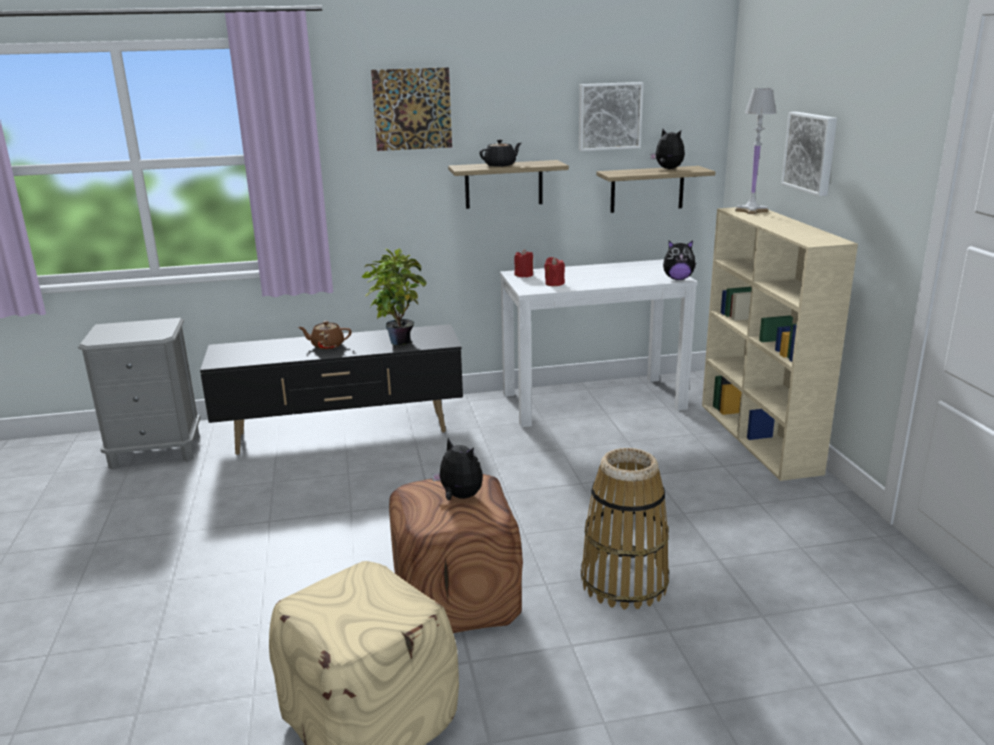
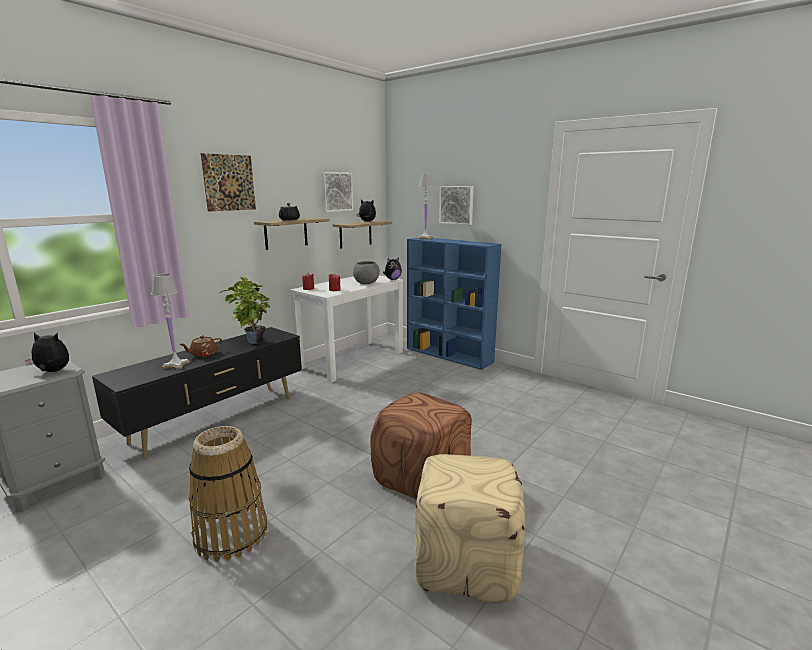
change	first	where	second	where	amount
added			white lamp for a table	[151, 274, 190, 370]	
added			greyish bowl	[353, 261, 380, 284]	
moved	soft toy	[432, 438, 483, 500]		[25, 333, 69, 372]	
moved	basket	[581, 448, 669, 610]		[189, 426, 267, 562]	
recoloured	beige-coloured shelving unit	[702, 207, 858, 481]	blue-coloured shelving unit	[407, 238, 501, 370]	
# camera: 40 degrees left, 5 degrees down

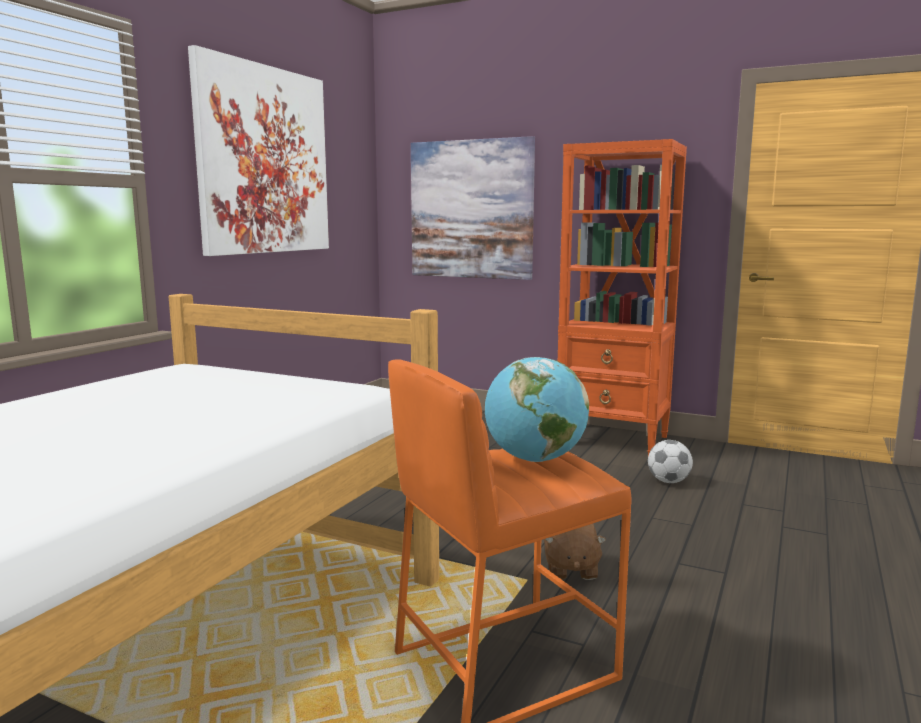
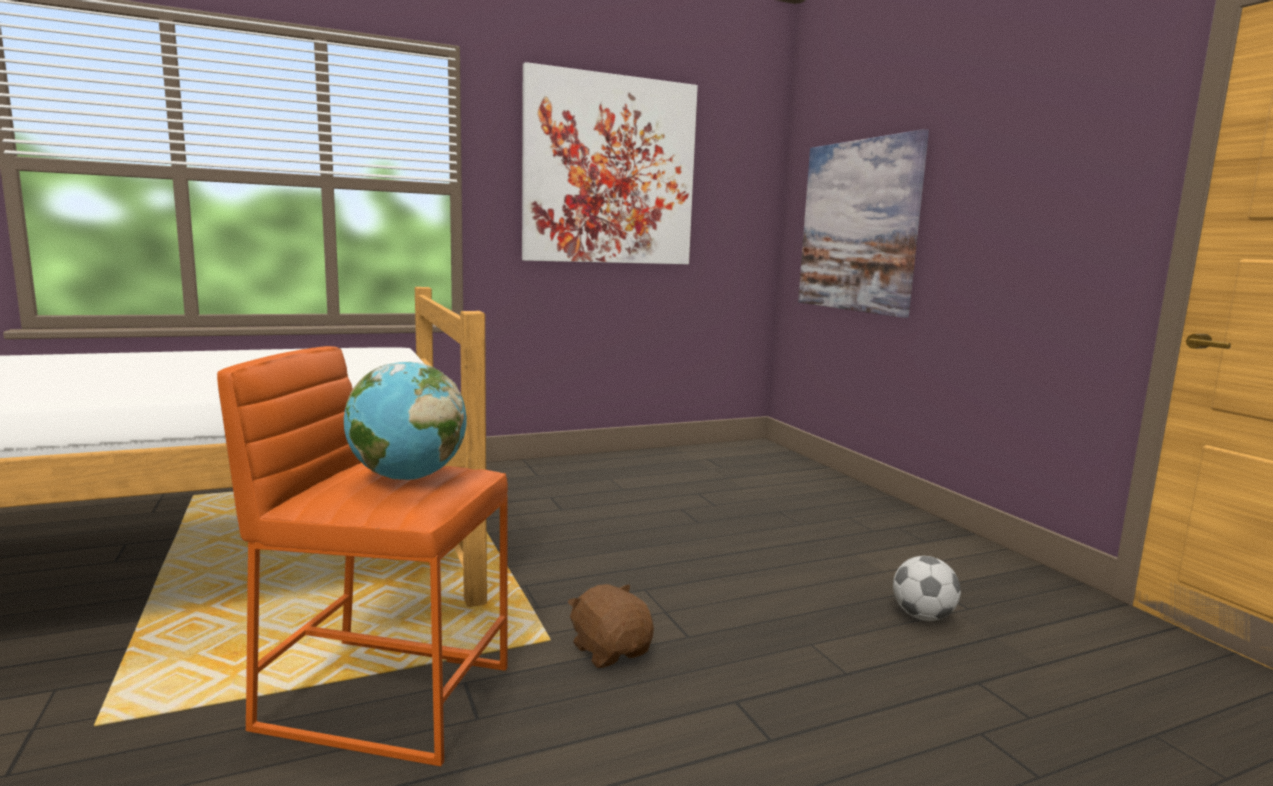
change	first	where	second	where	amount
removed	orangey shelving unit	[558, 139, 687, 456]			
turned	brownish soft toy	[544, 524, 606, 580]		[568, 584, 654, 668]	105 degrees clockwise
# camera: 40 degrees right, 0 degrees up

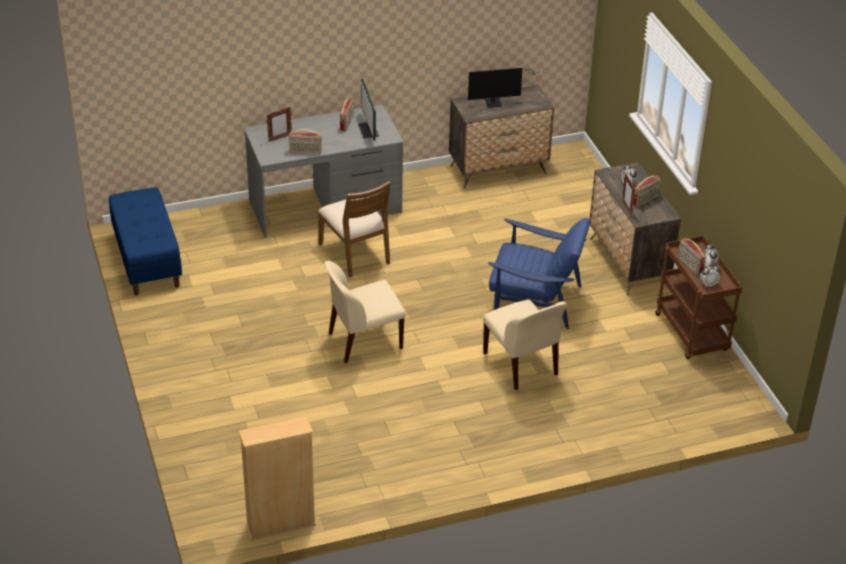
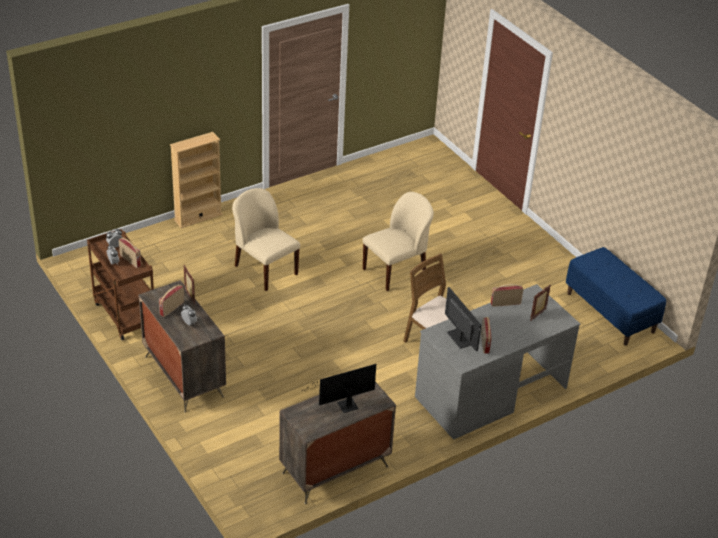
change	first	where	second	where	amount
removed	blue-coloured easy chair	[488, 218, 590, 329]			
moved	beige-coloured shelving unit	[239, 416, 316, 540]		[170, 132, 223, 228]	
# camera: 165 degrees right, 0 degrees up

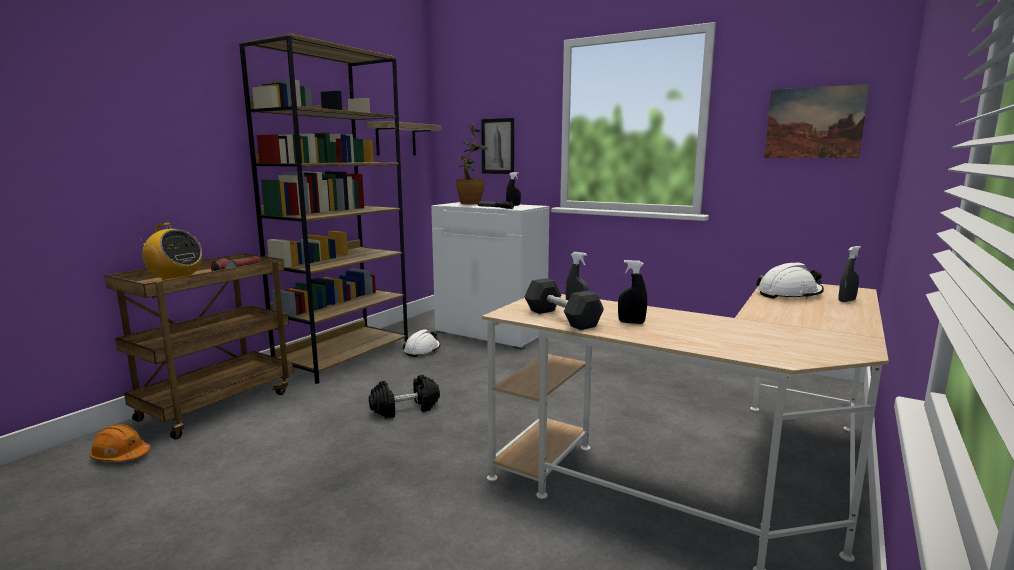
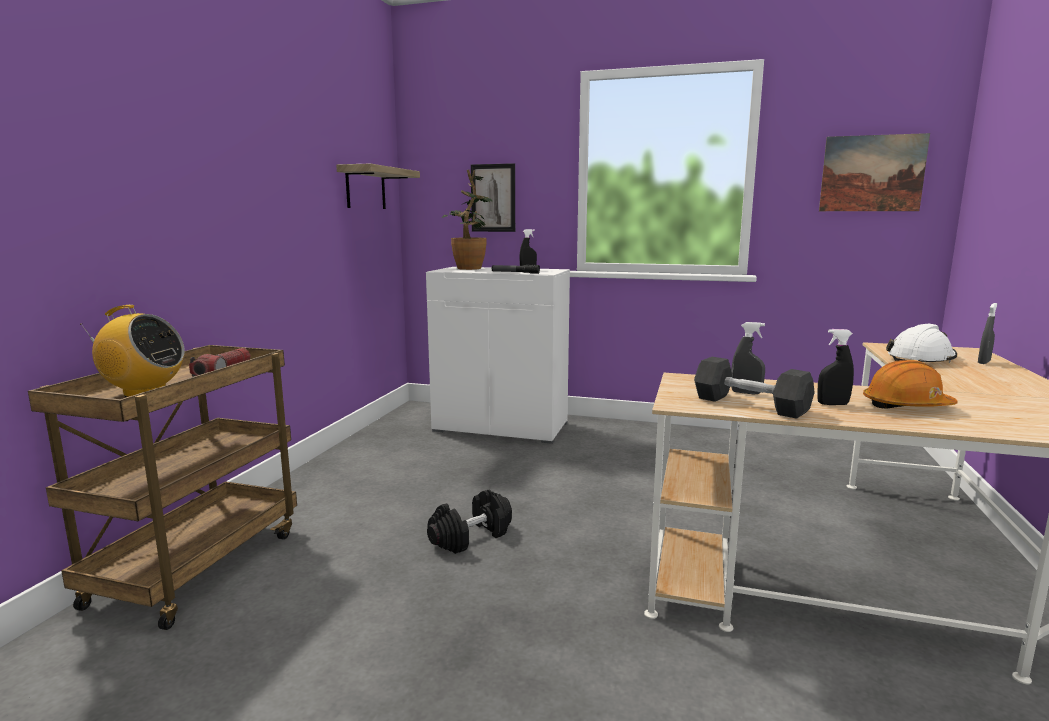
change	first	where	second	where	amount
removed	brownish shelving unit	[239, 34, 408, 384]			
removed	white work helmet	[403, 329, 441, 357]			
moved	orangey work helmet	[89, 424, 151, 462]		[863, 360, 958, 409]	
# camera: 15 degrees left, 0 degrees up

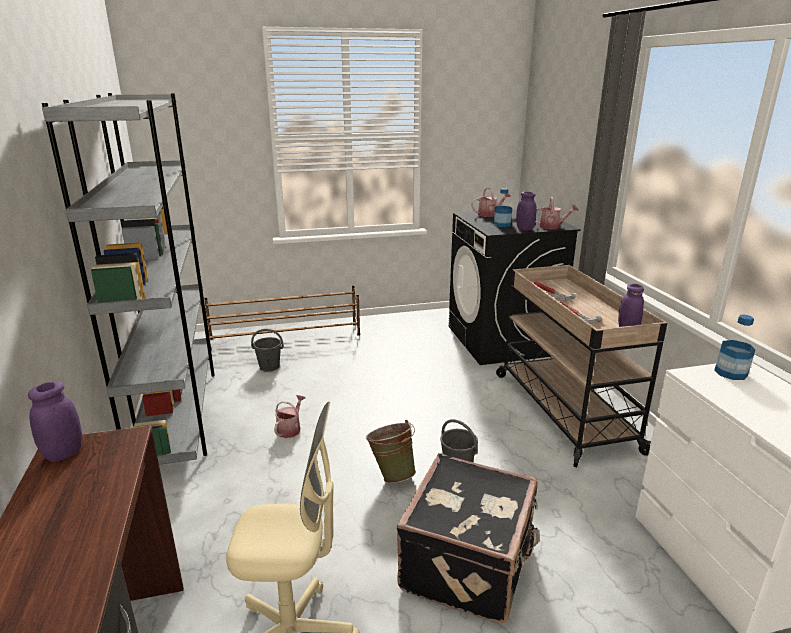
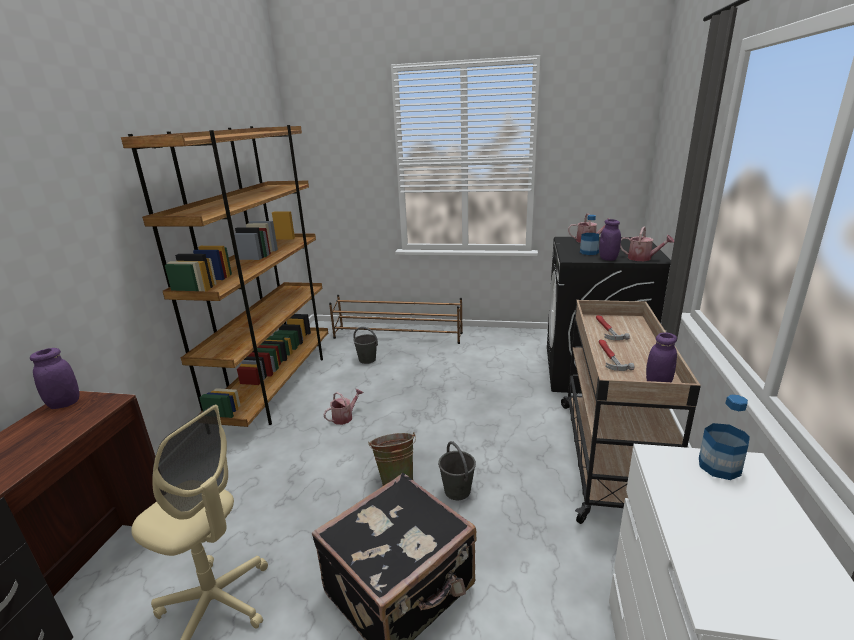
change	first	where	second	where	amount
recoloured	greyish shelving unit	[42, 93, 215, 465]	brownish shelving unit	[121, 125, 328, 427]	
# camera: 25 degrees right, 0 degrees up

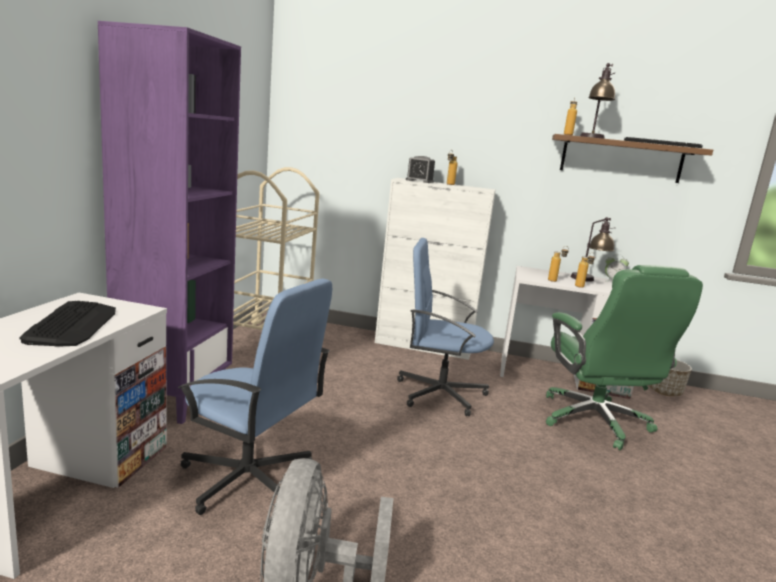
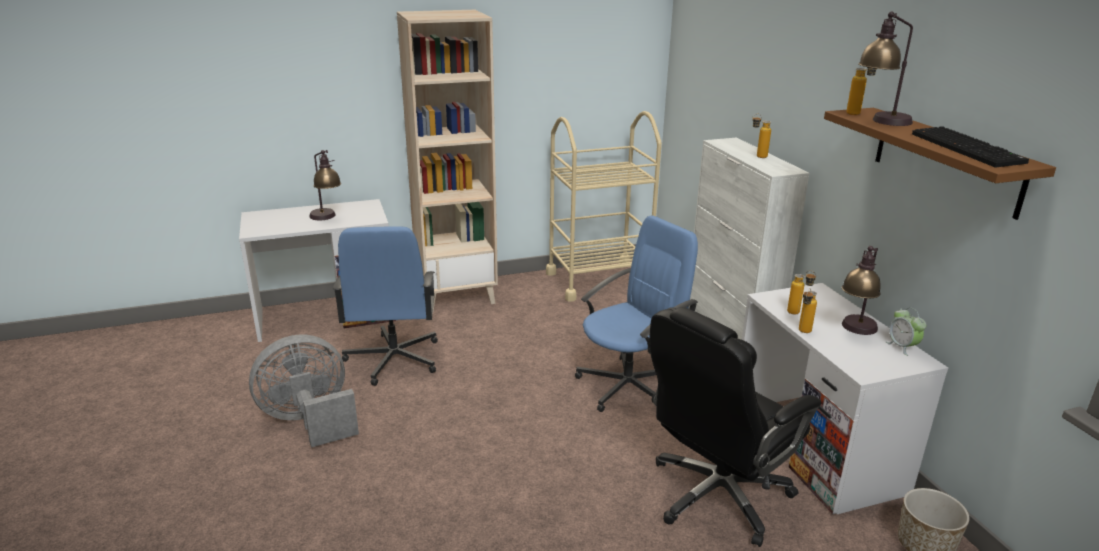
change	first	where	second	where	amount
removed	alarm clock	[406, 156, 435, 183]			
replaced	keyboard	[19, 301, 116, 347]	lamp for a table	[309, 150, 341, 220]	
recoloured	purplish shelving unit	[98, 21, 241, 424]	beige-coloured shelving unit	[397, 10, 498, 311]	
recoloured	green computer chair	[546, 265, 703, 450]	black computer chair	[649, 307, 821, 547]	
turned	blue-coloured computer chair	[397, 238, 494, 416]		[575, 216, 698, 412]	75 degrees clockwise
# camera: 60 degrees right, 10 degrees up

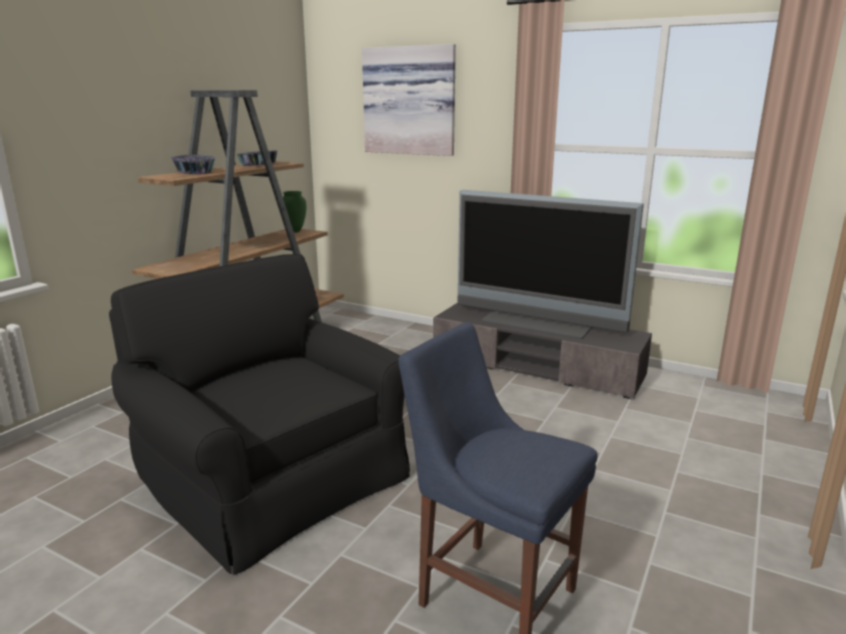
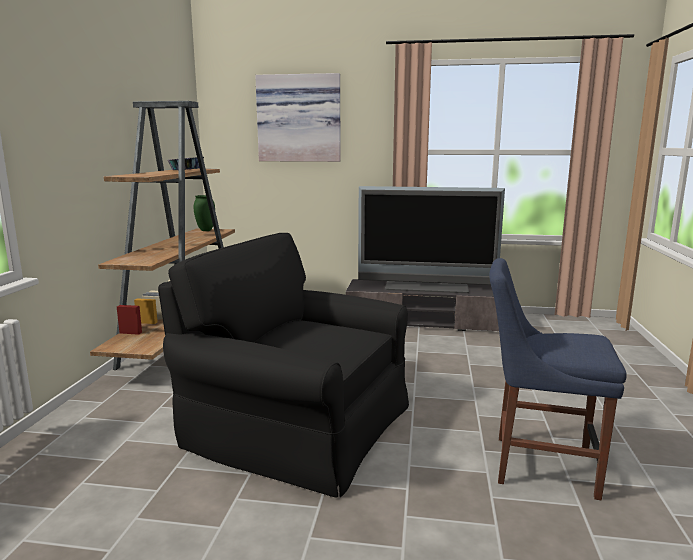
change	first	where	second	where	amount
removed	bowl	[171, 155, 215, 174]			
# camera: 20 degrees left, 5 degrees down

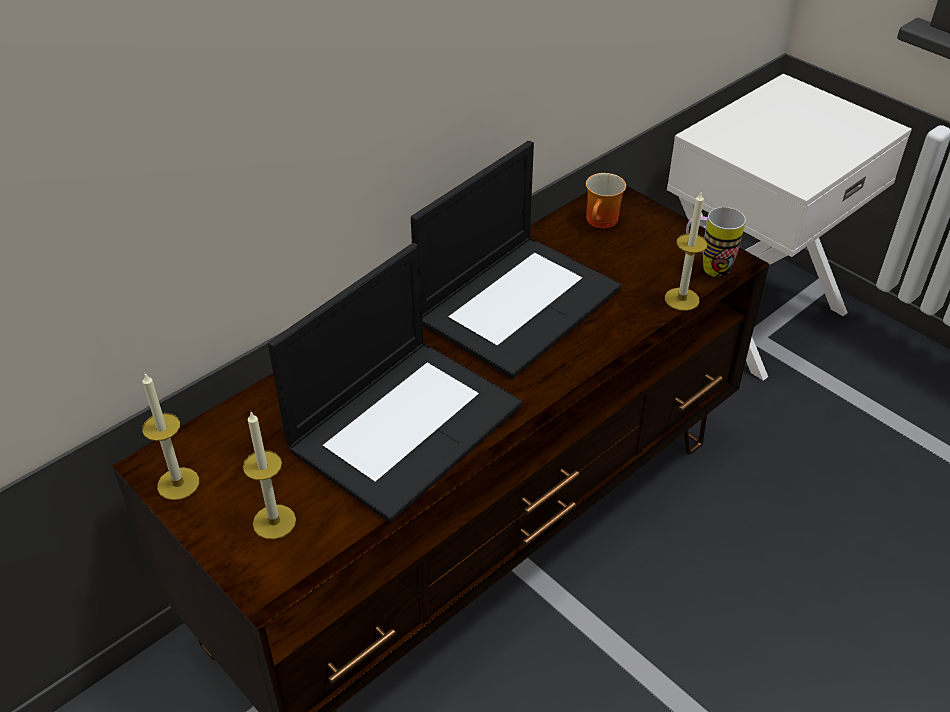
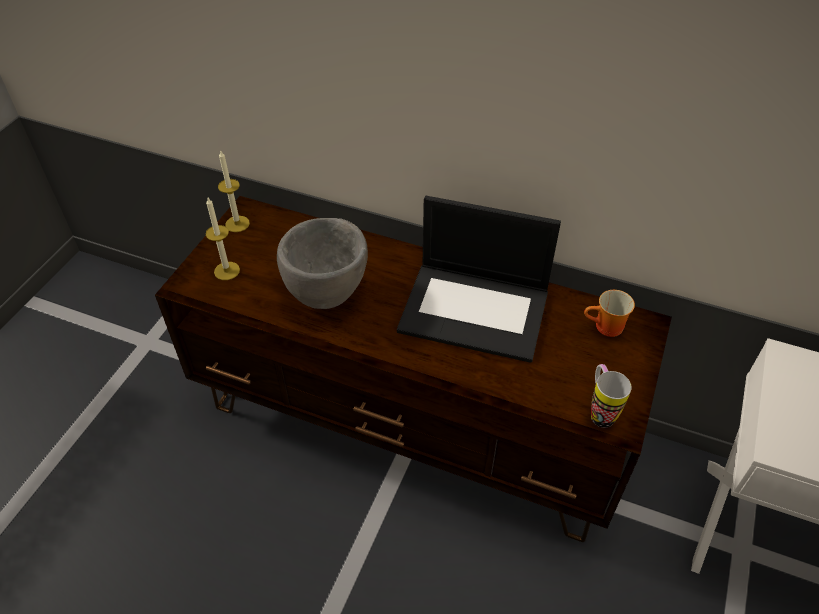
change	first	where	second	where	amount
removed	candle	[665, 192, 708, 311]			
replaced	portable computer	[268, 243, 522, 523]	greyish bowl	[277, 218, 368, 309]	
# camera: 65 degrees right, 5 degrees up

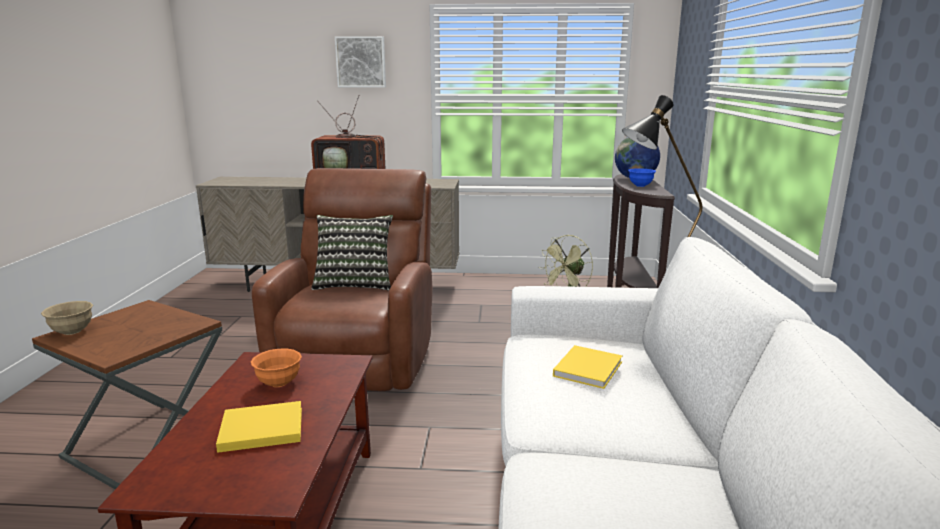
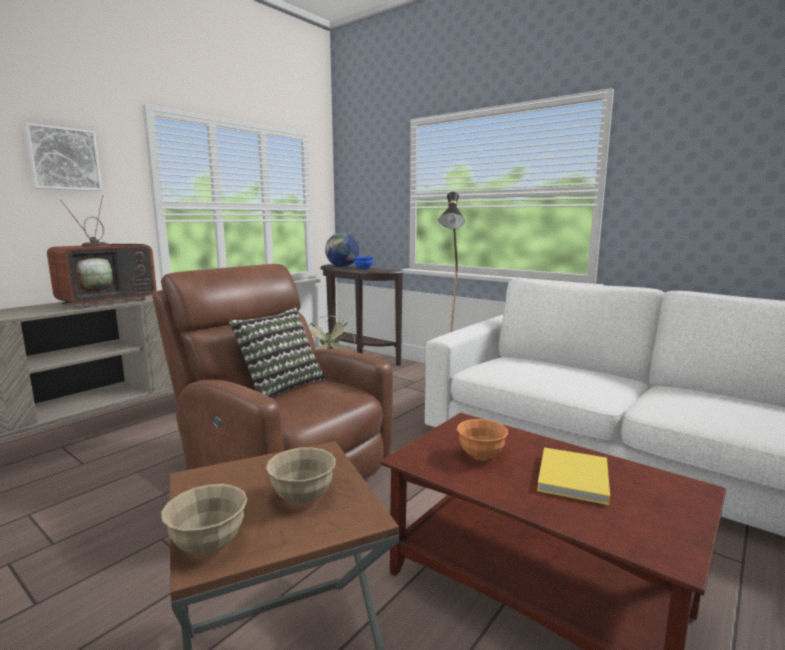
change	first	where	second	where	amount
removed	yellowish volume	[553, 345, 622, 389]			
added			beige-coloured bowl	[266, 447, 336, 504]	
# camera: 55 degrees left, 5 degrees down

